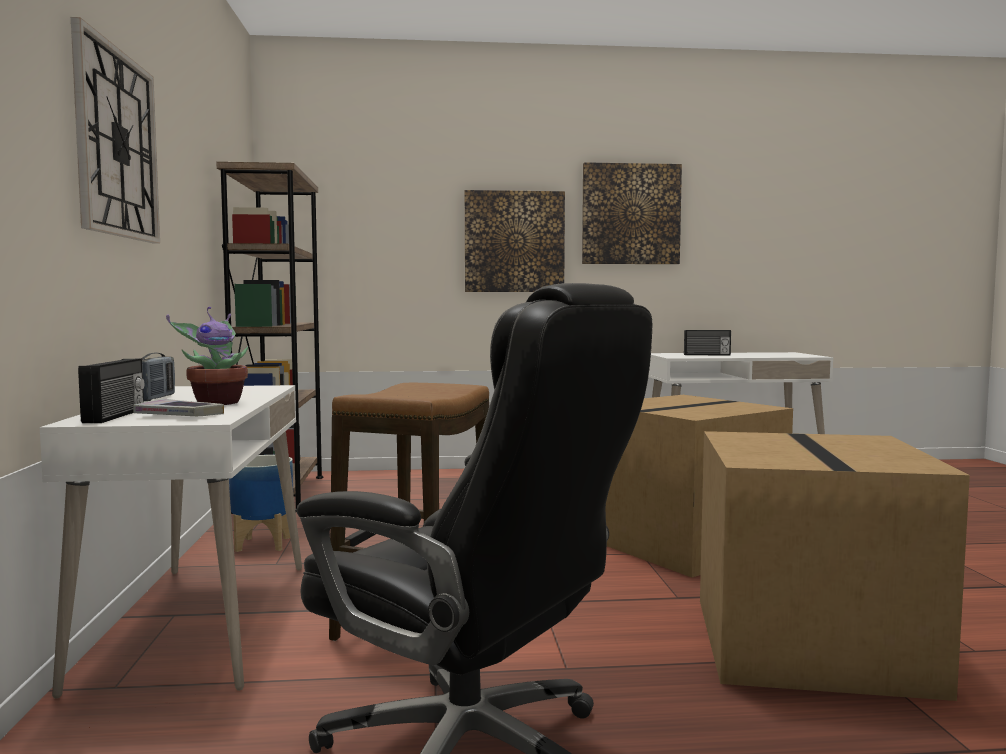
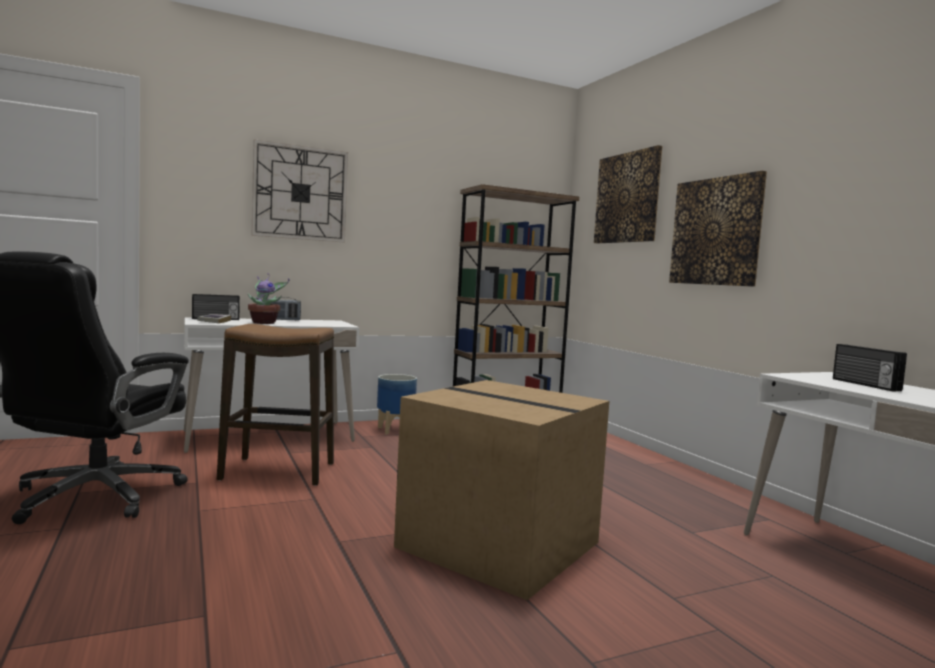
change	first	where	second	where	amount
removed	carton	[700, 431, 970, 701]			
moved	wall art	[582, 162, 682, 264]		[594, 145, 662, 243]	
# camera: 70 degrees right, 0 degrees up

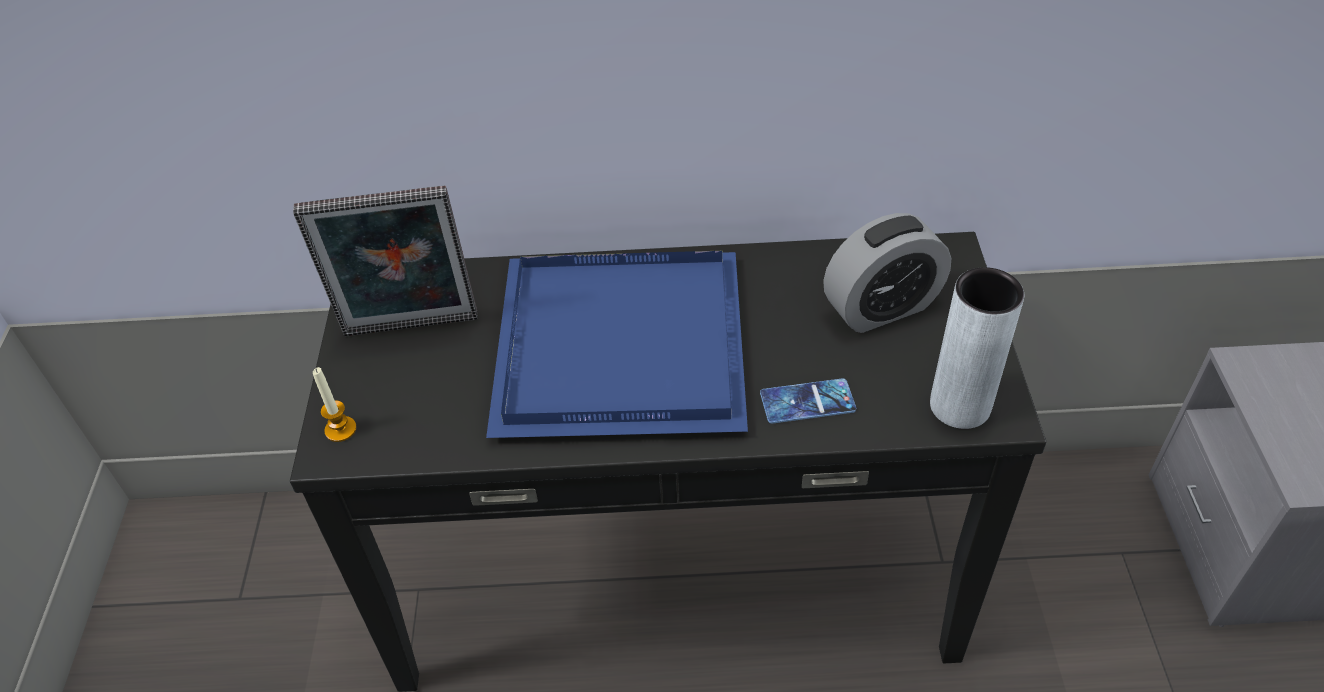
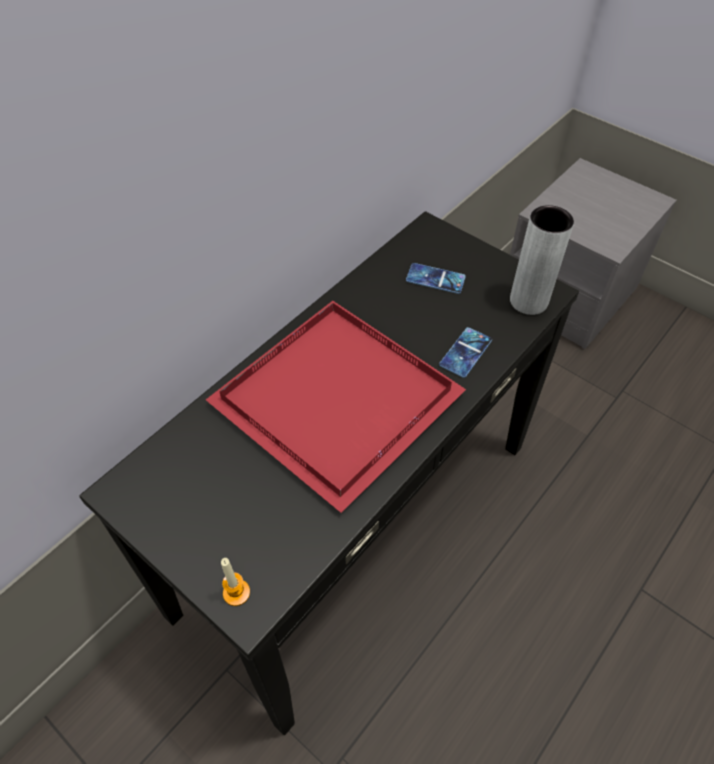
change	first	where	second	where	amount
removed	standing frame	[293, 185, 478, 336]			
replaced	alarm clock	[823, 213, 951, 333]	phone	[406, 263, 466, 294]	
recoloured	blue-coloured serving tray	[486, 251, 748, 438]	reddish serving tray	[206, 301, 466, 513]	
# camera: 50 degrees left, 5 degrees up

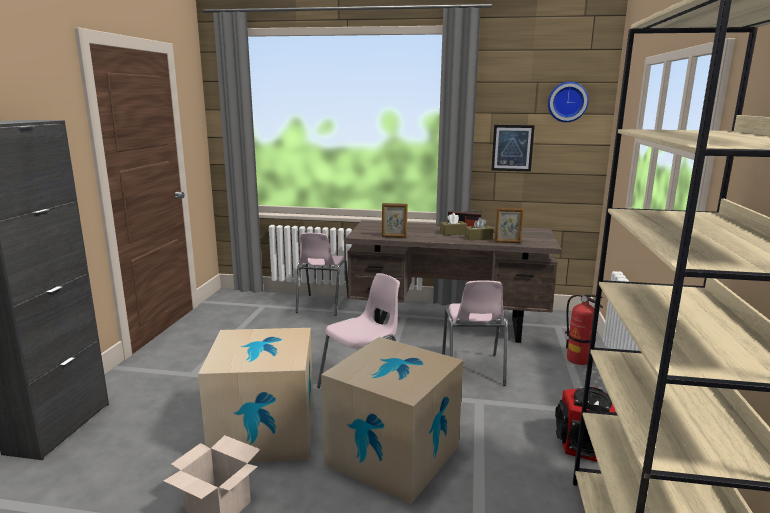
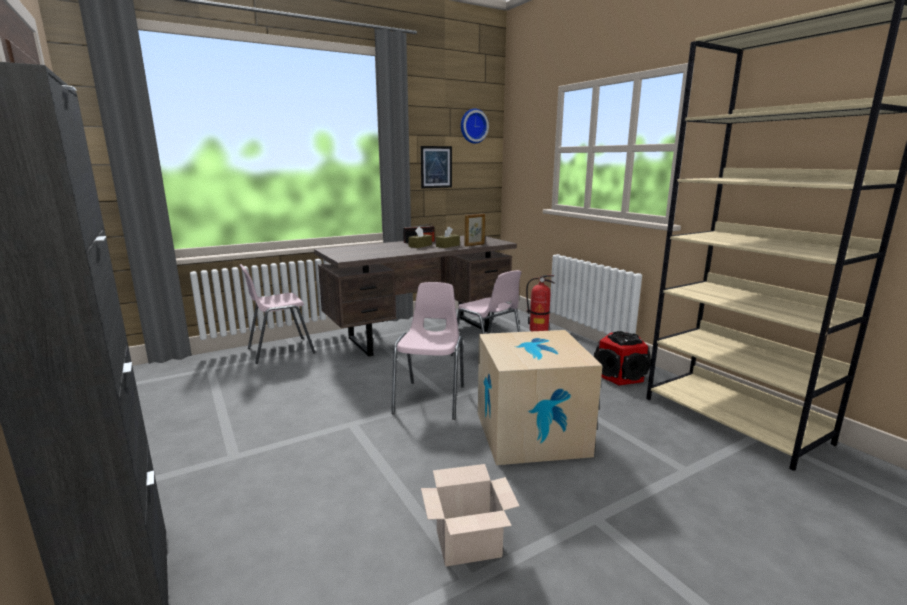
change	first	where	second	where	amount
removed	carton	[198, 328, 313, 462]			
removed	standing frame	[382, 203, 408, 238]			
turned	pinkish plain chair	[296, 233, 348, 316]		[239, 264, 315, 364]	90 degrees clockwise
# camera: 40 degrees left, 0 degrees up

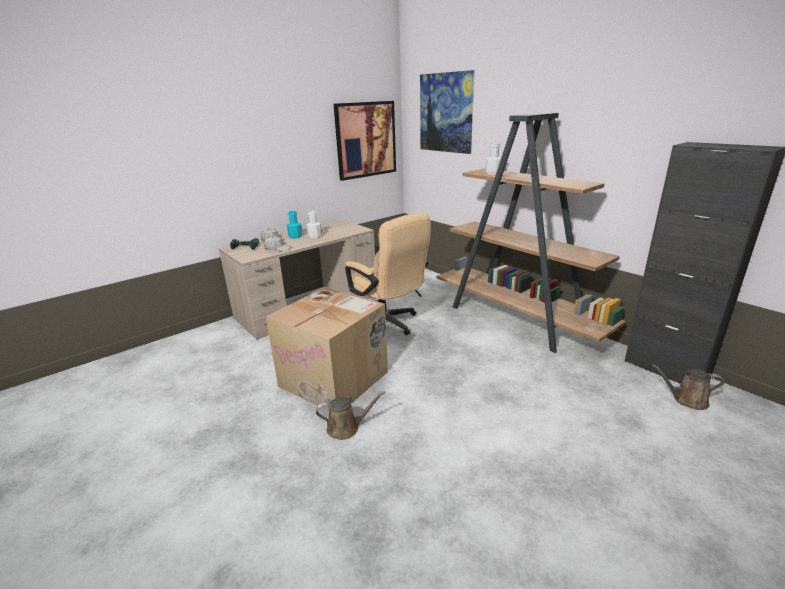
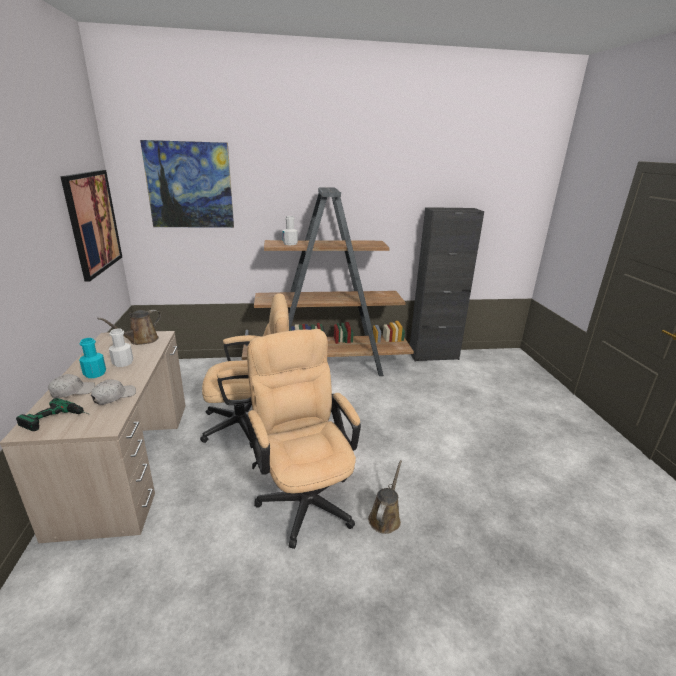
change	first	where	second	where	amount
moved	brownish watering pot	[652, 365, 724, 410]		[98, 310, 161, 345]	
replaced	carton	[266, 287, 388, 411]	beige-coloured computer chair	[245, 329, 361, 549]	
# camera: 60 degrees left, 0 degrees up

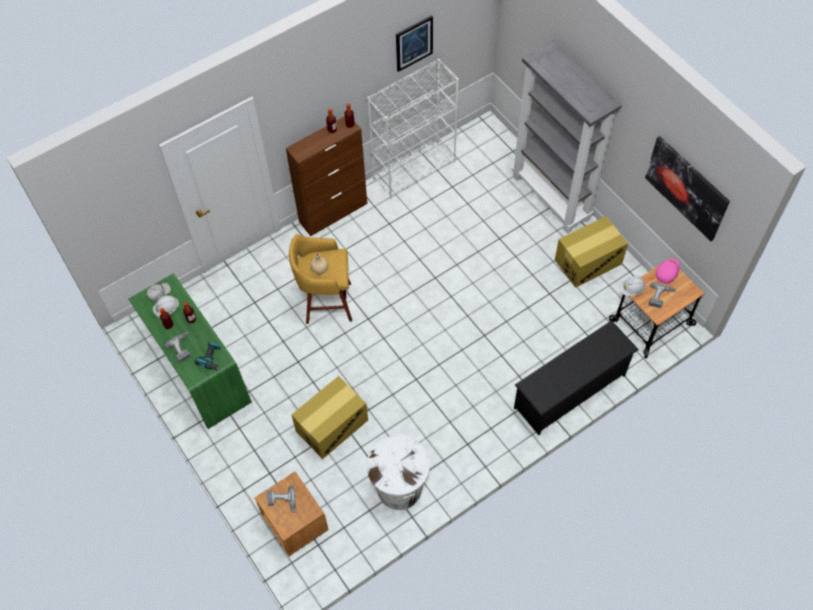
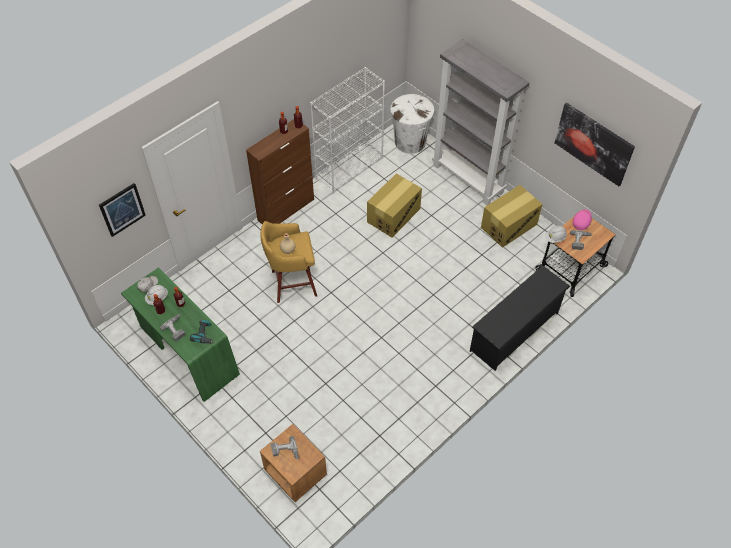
change	first	where	second	where	amount
moved	carton	[292, 376, 368, 459]		[367, 173, 422, 237]	
moved	white waste bin	[367, 435, 430, 510]		[390, 94, 434, 154]	
moved	wall art	[396, 15, 433, 72]		[99, 183, 146, 237]	
# camera: 10 degrees left, 5 degrees down

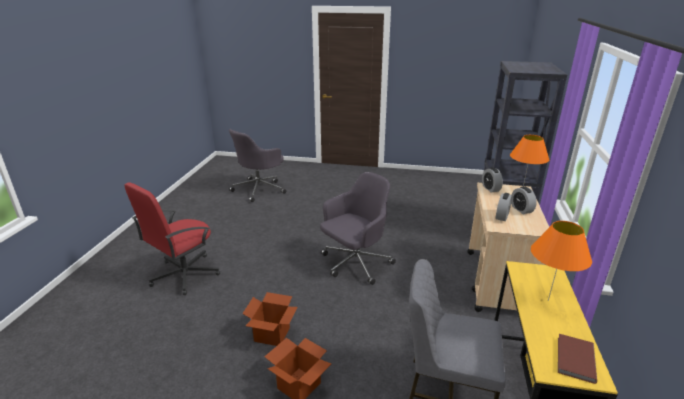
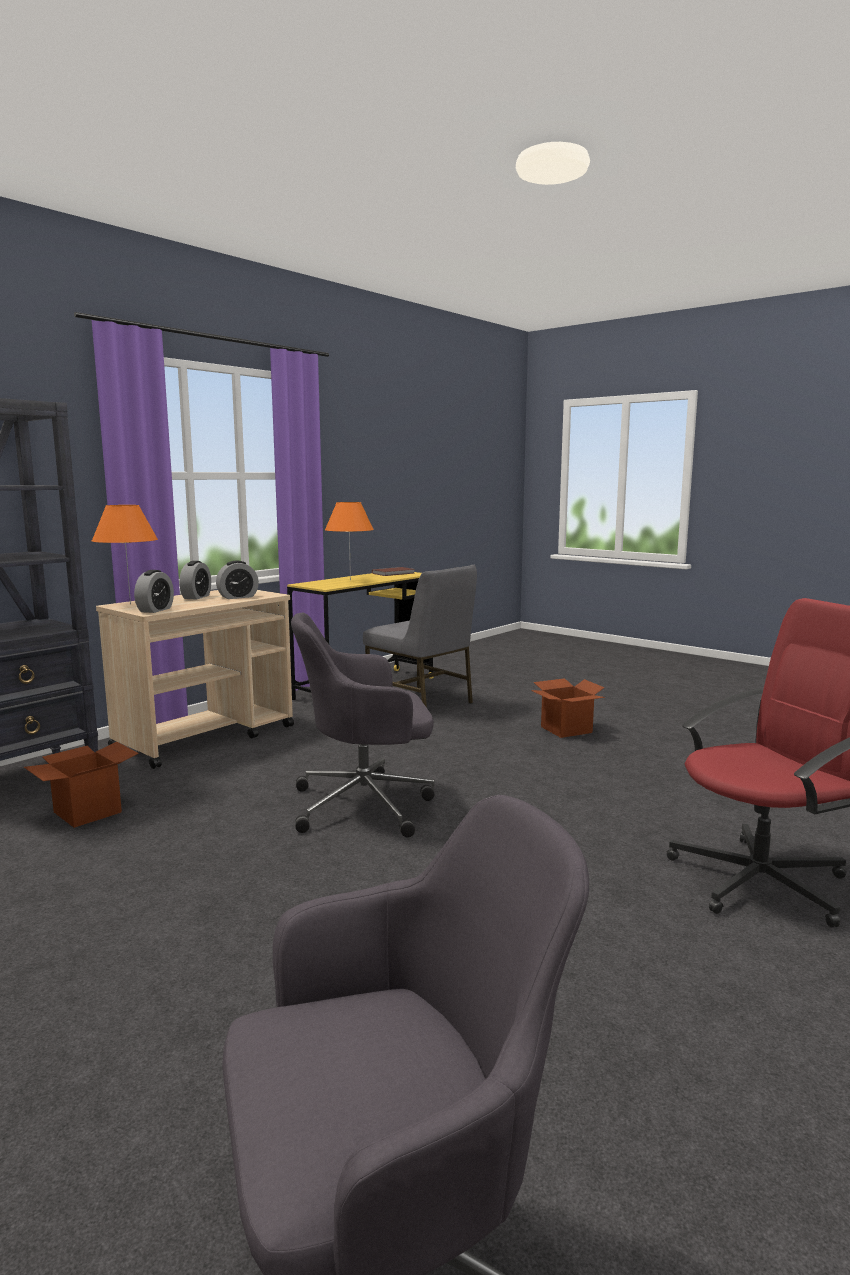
change	first	where	second	where	amount
moved	carton	[242, 292, 298, 346]		[24, 742, 139, 828]	
# camera: 150 degrees left, 15 degrees down

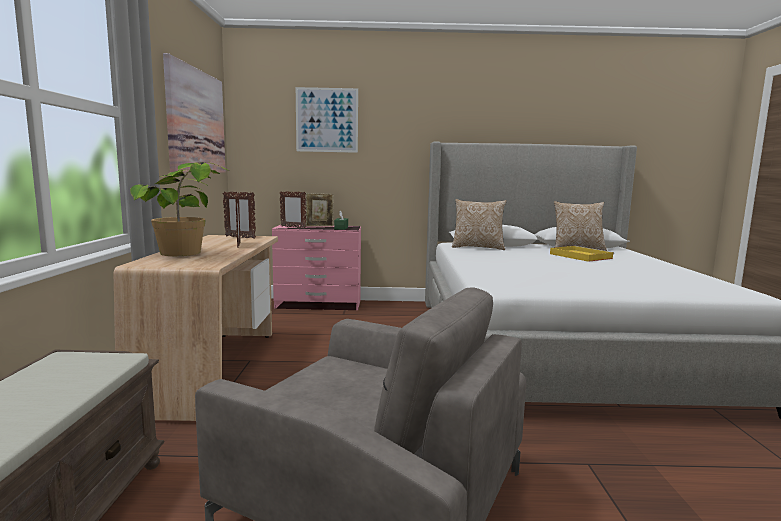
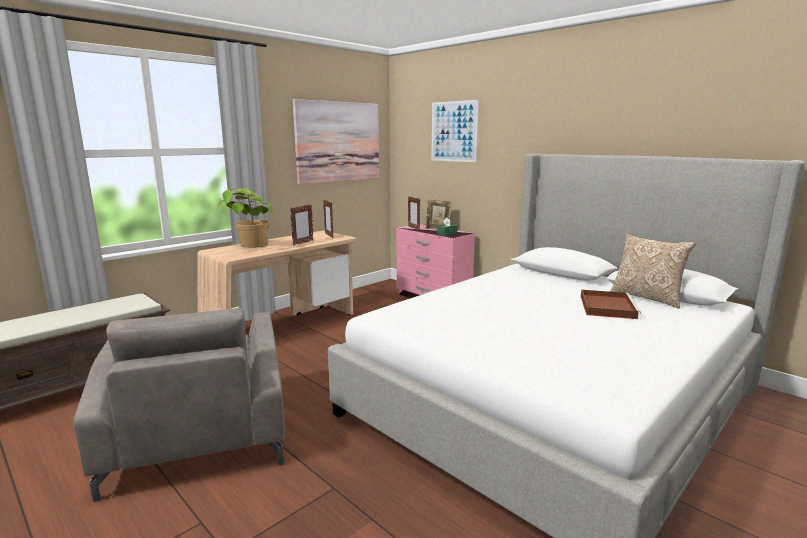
change	first	where	second	where	amount
removed	cushion	[452, 199, 507, 250]			
recoloured	yellowish serving tray	[550, 246, 614, 262]	brownish serving tray	[581, 290, 641, 319]	
# camera: 45 degrees right, 5 degrees up

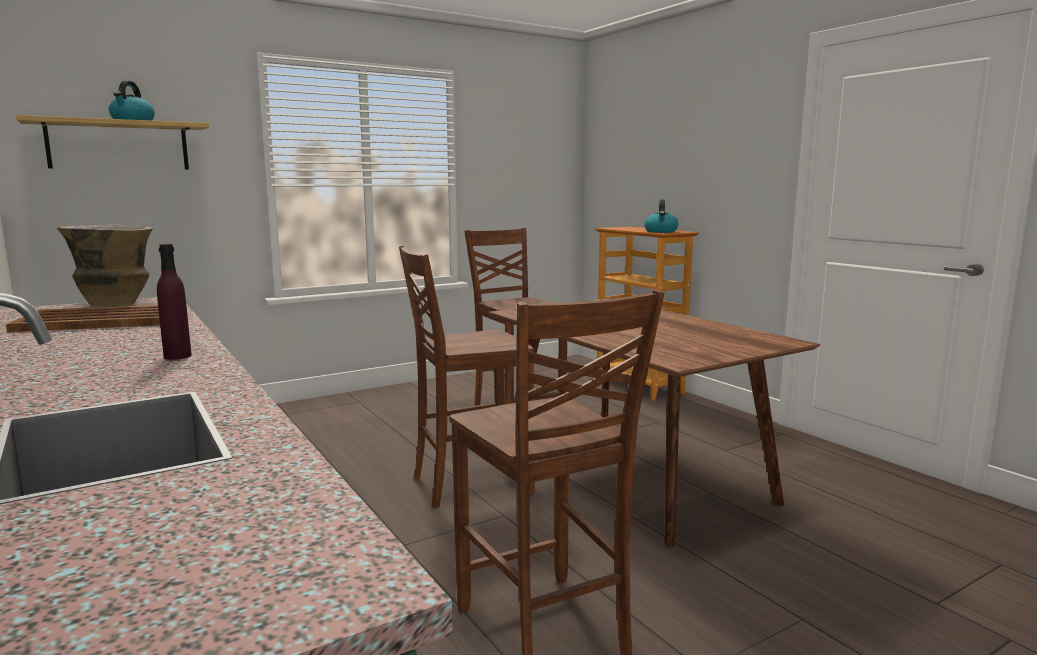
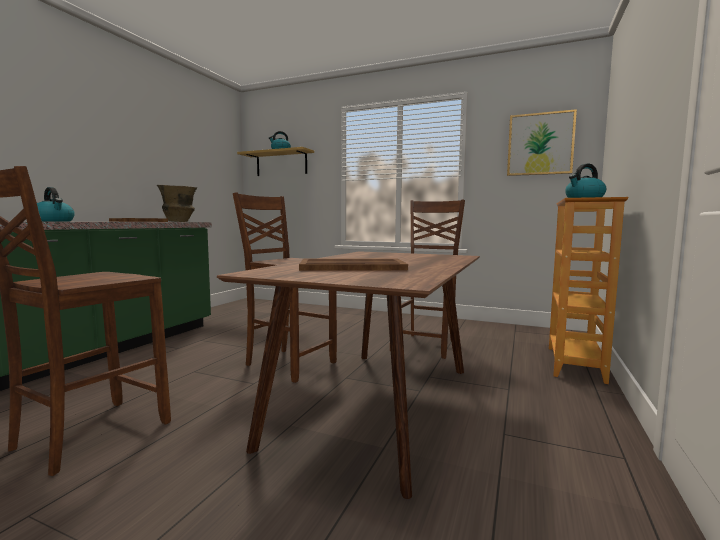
change	first	where	second	where	amount
added			brownish serving tray	[299, 258, 408, 271]	
added			wall art	[507, 109, 577, 176]	
replaced	purplish drink bottle	[157, 244, 192, 360]	water kettle	[37, 187, 75, 222]	
# camera: 55 degrees right, 5 degrees down

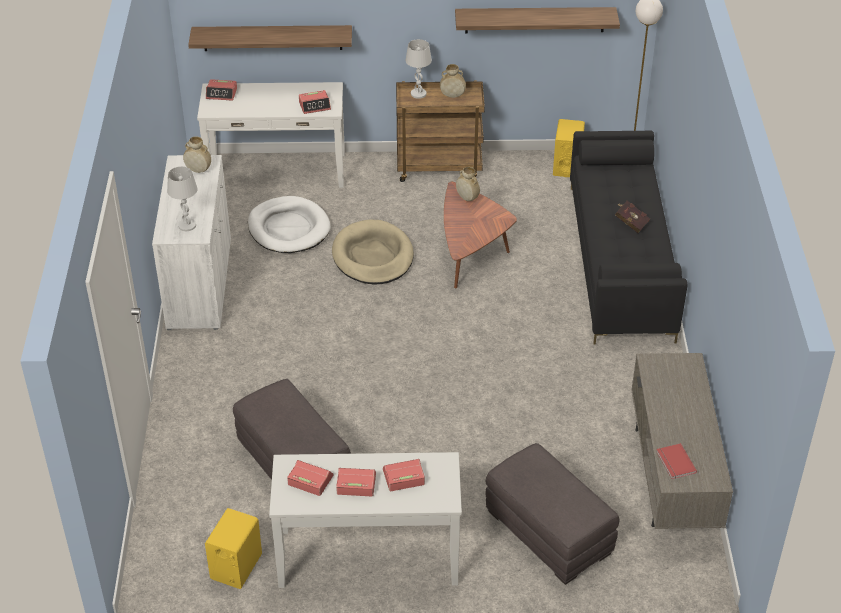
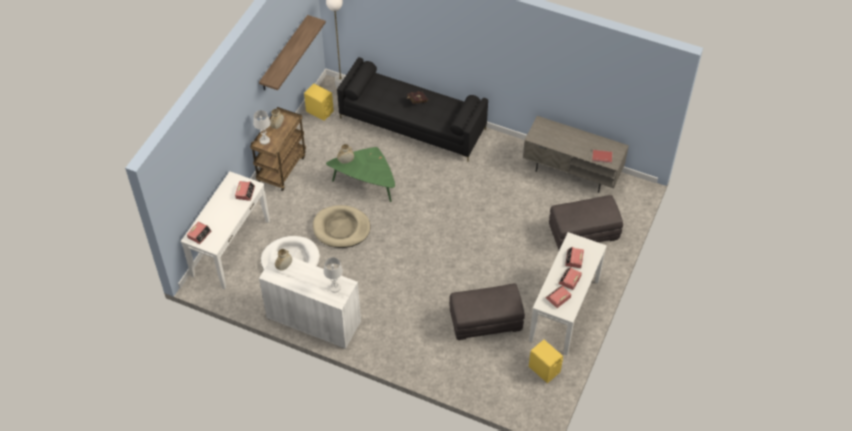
change	first	where	second	where	amount
removed	shelf	[188, 25, 352, 51]			
recoloured	brownish low table	[444, 182, 517, 289]	green low table	[326, 147, 395, 202]	
# camera: 65 degrees left, 10 degrees up

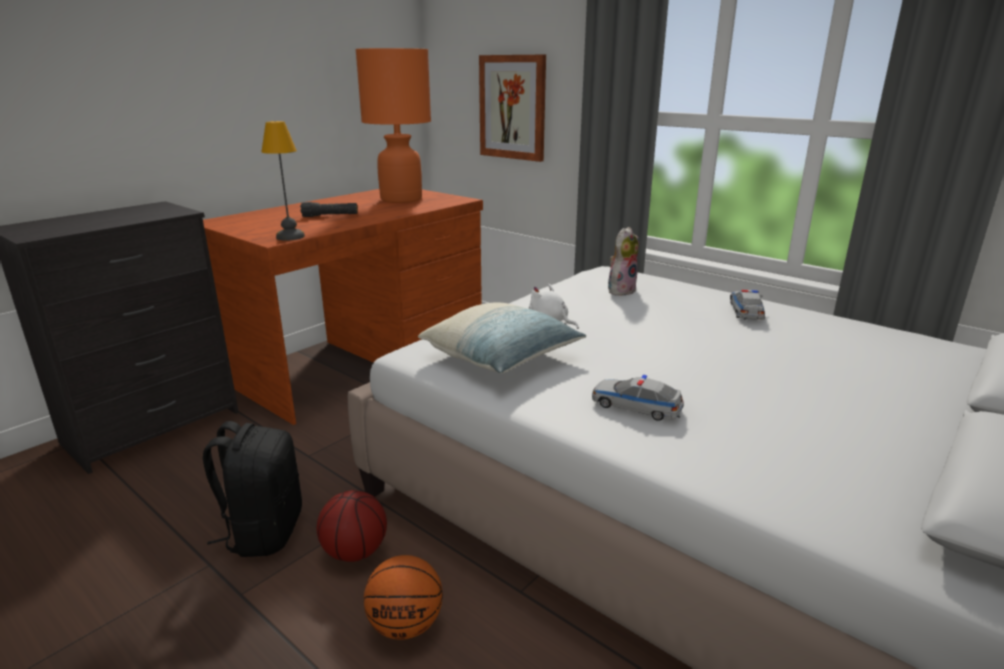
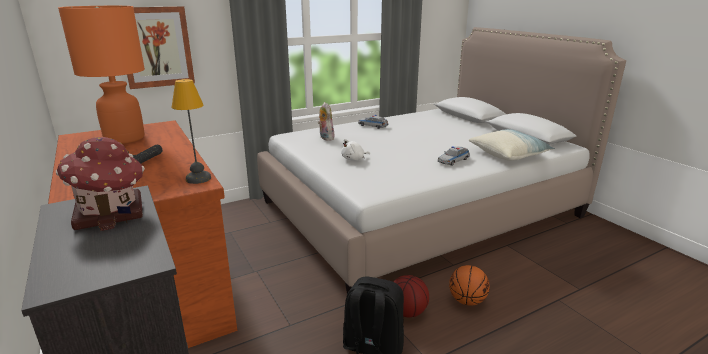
change	first	where	second	where	amount
added			miniature house	[56, 137, 145, 231]	
moved	cushion	[418, 302, 586, 374]		[469, 129, 555, 161]	
# camera: 70 degrees left, 0 degrees up

